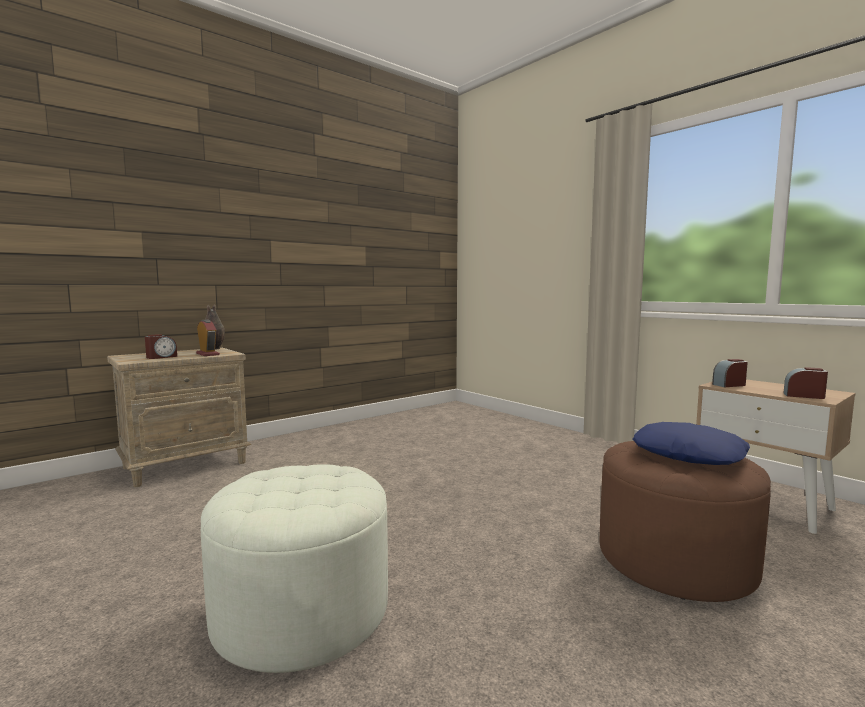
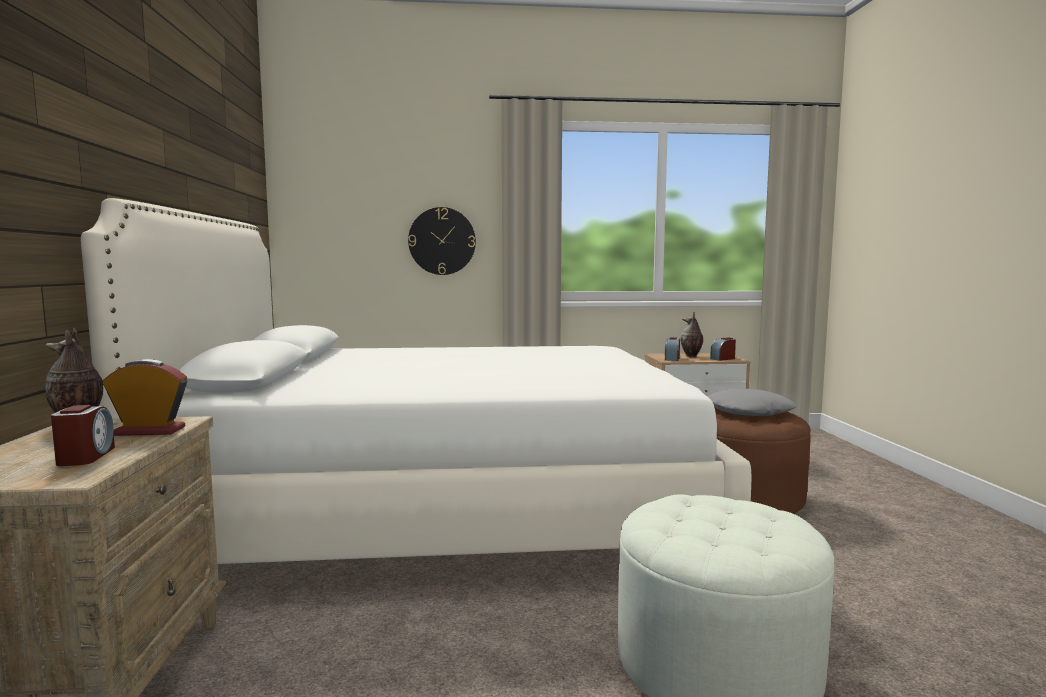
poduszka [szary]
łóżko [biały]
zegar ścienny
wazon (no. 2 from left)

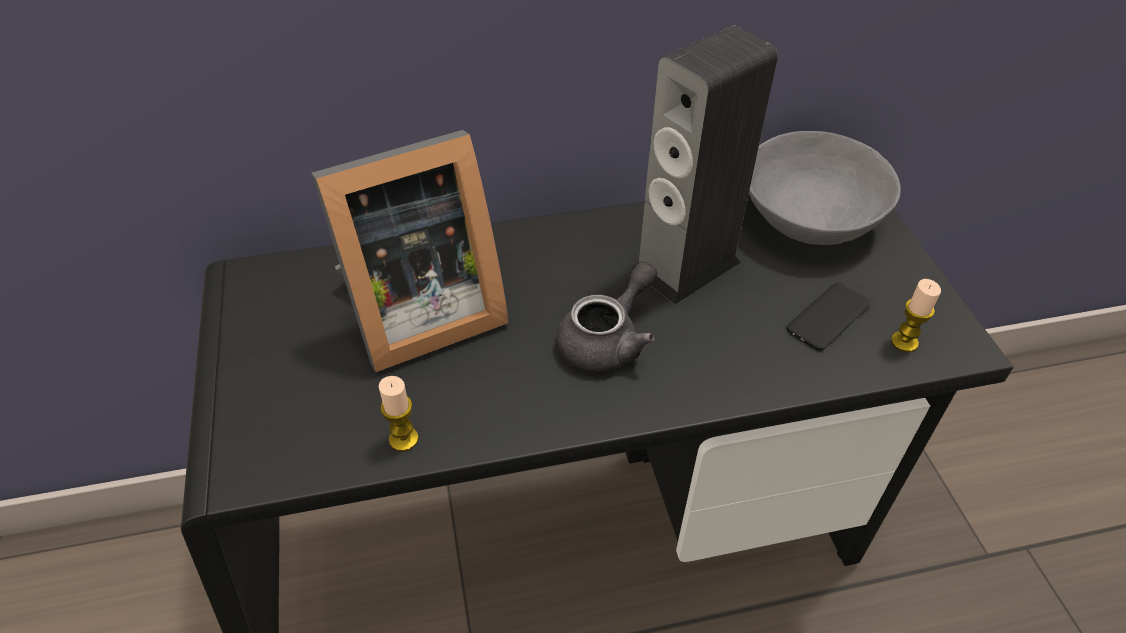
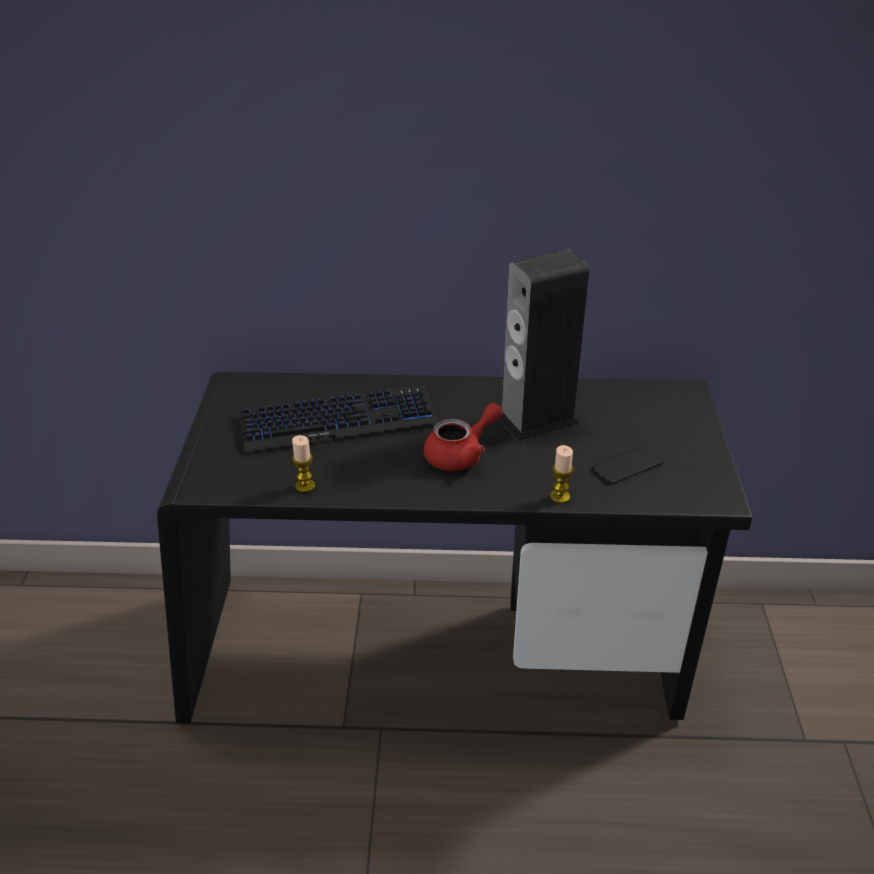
klawiatura
miska [szary]
imbryk [czerwony]
świeca (no. 2 from left)

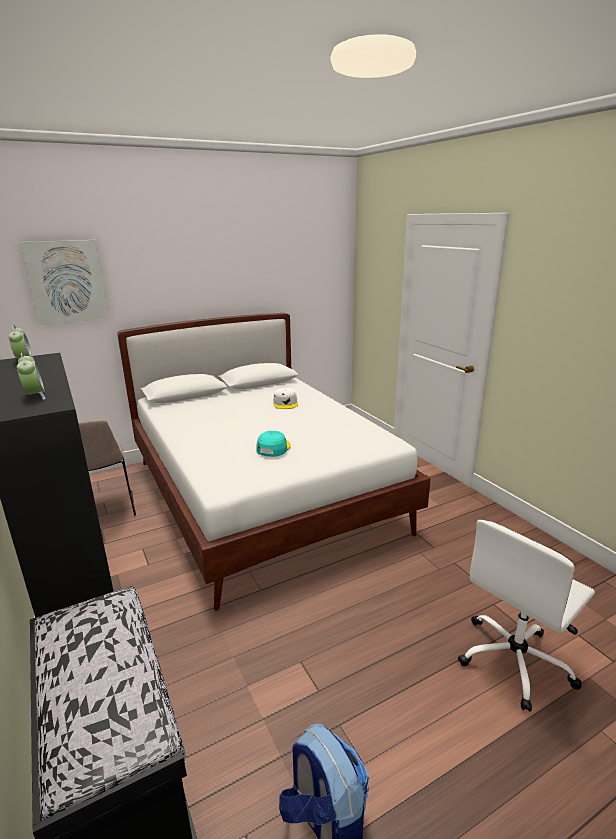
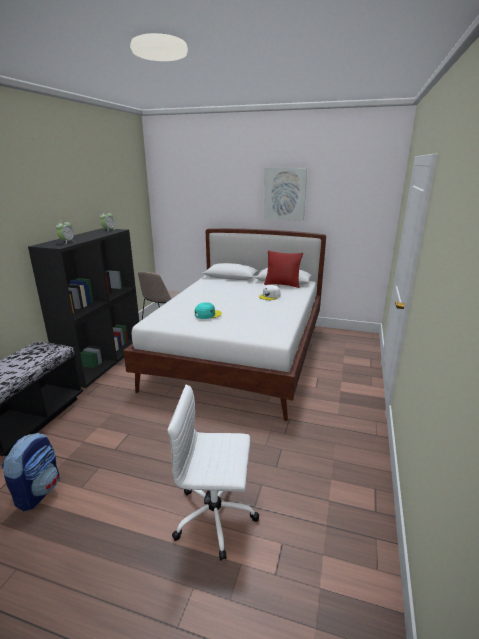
obraz
poduszka [czerwony]

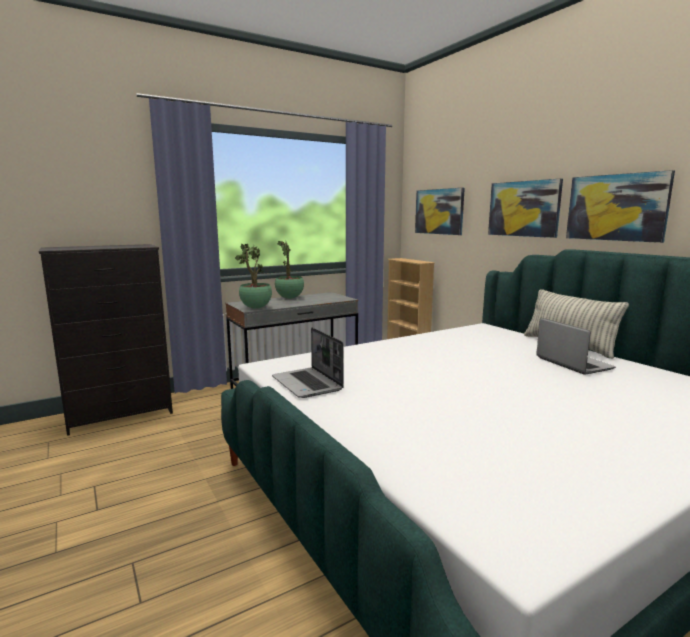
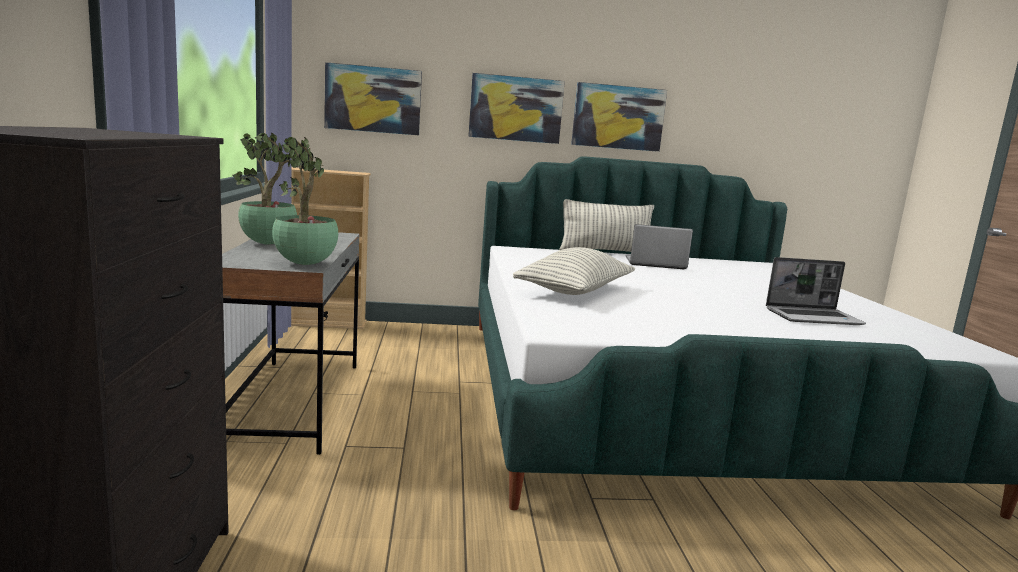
laptop (no. 2 from left)
poduszka (no. 1 from left)

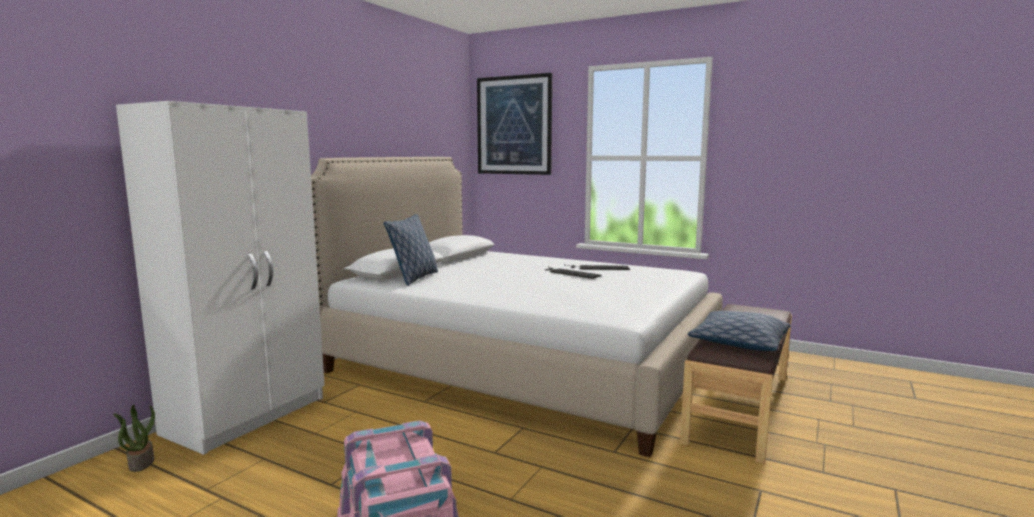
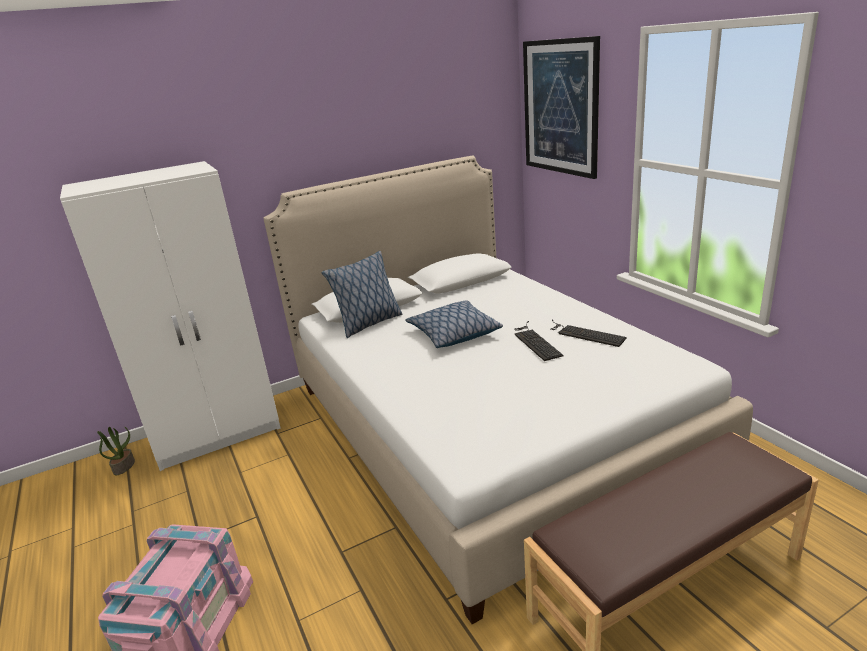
poduszka (no. 2 from left)

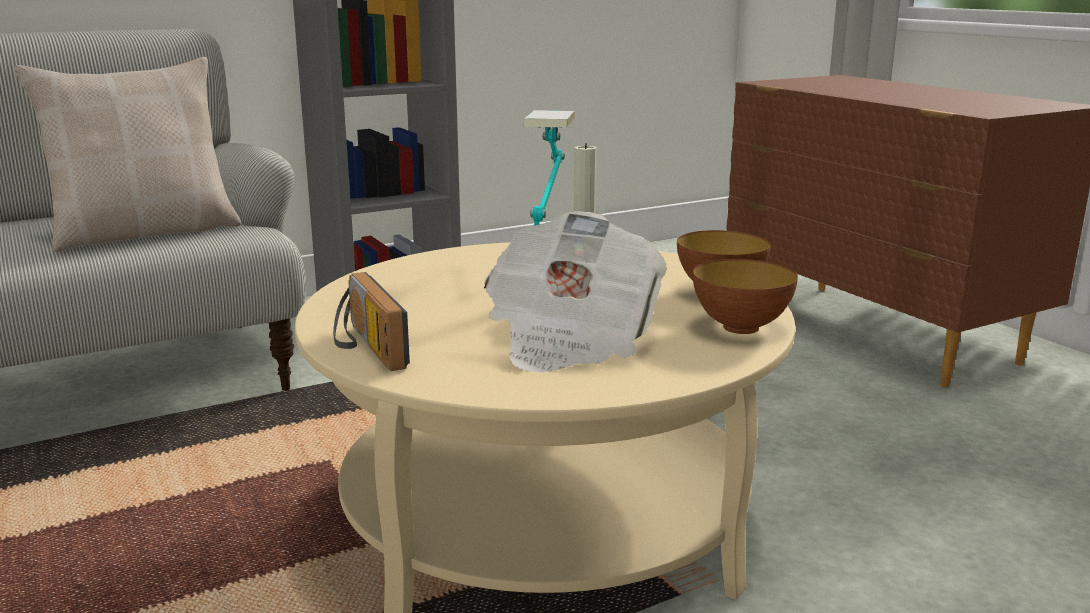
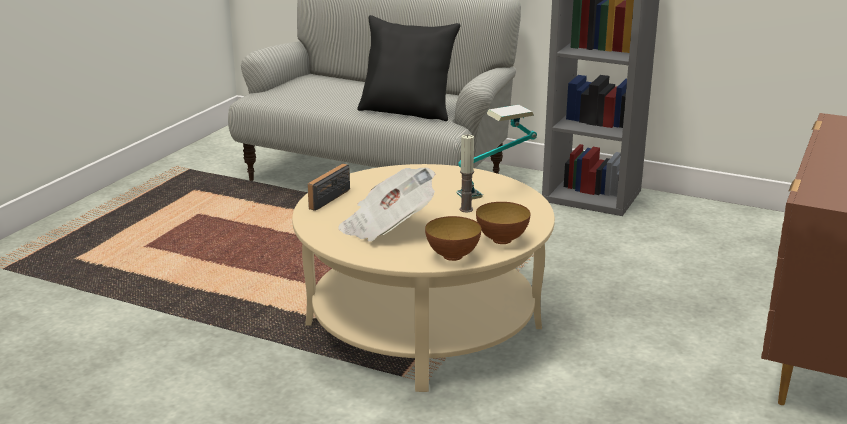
poduszka [czarny]

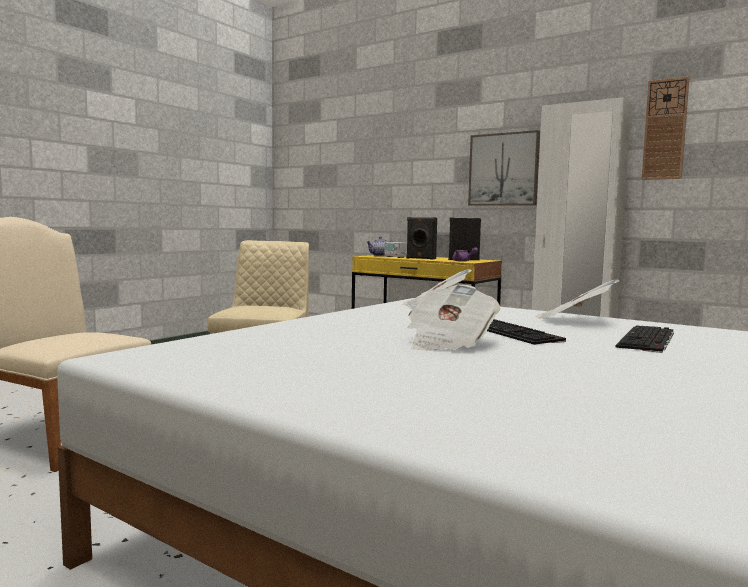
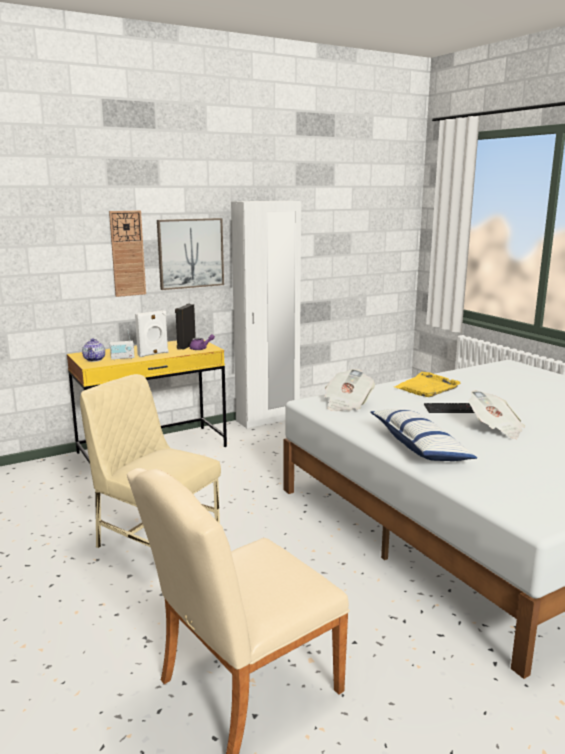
zegar ścienny
głośnik [biały]
taca [żółty]
klawiatura (no. 2 from left in the first image)
poduszka

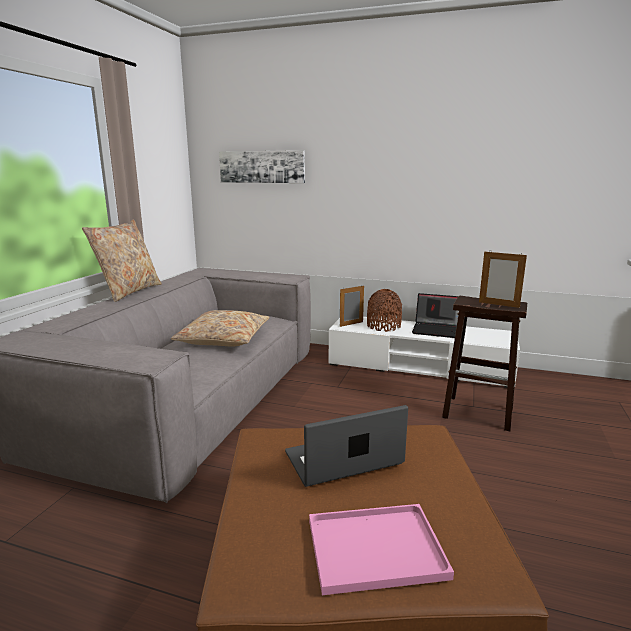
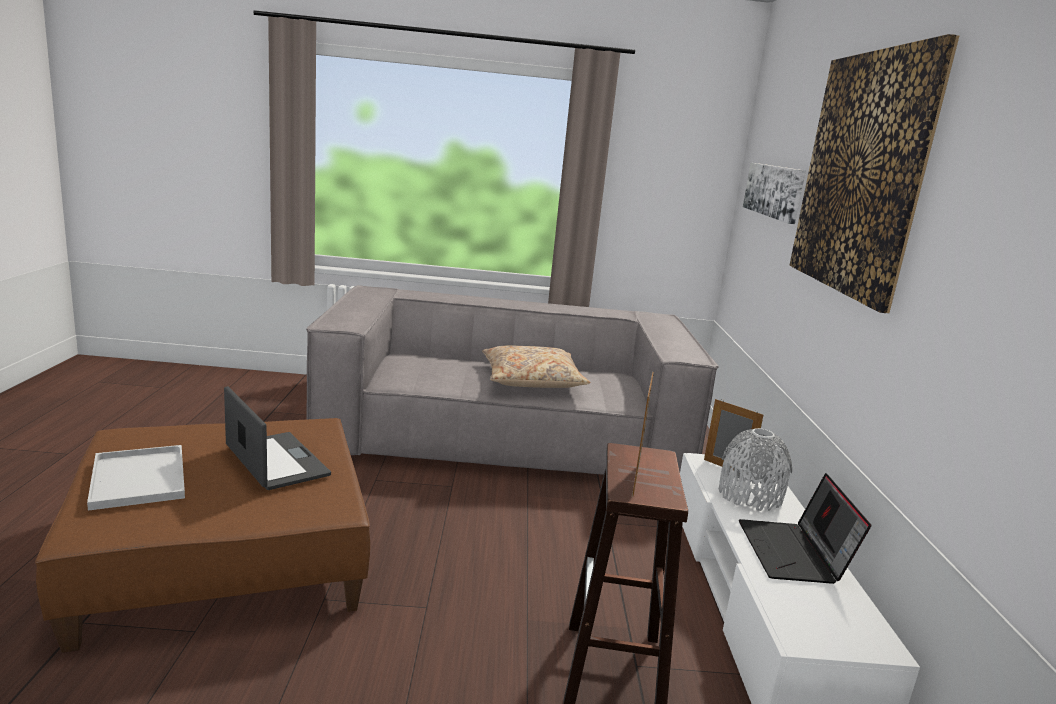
poduszka [beżowy] (no. 1 from left in the first image)
wazon [szary]
taca [biały]
obraz (no. 2 from left)

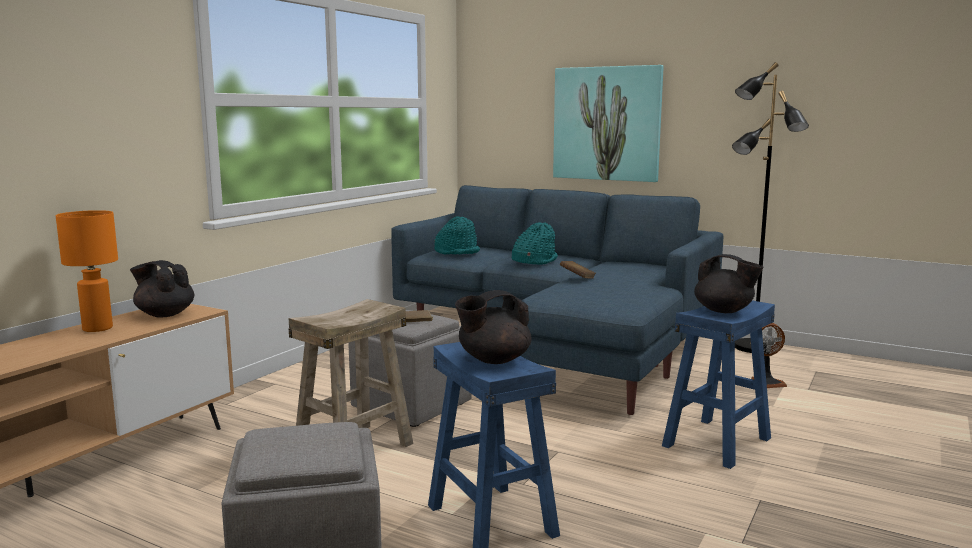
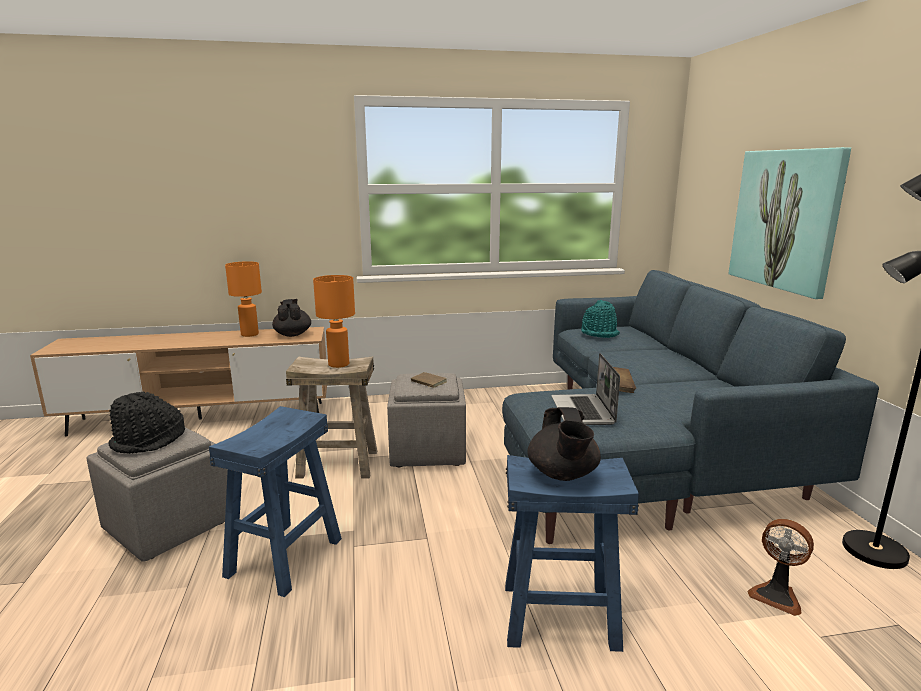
kapelusz [turkusowy] (no. 2 from left in the first image)
imbryk [czarny] (no. 2 from left in the first image)
lampa stołowa [pomarańczowy] (no. 2 from left)
laptop
kapelusz [czarny]

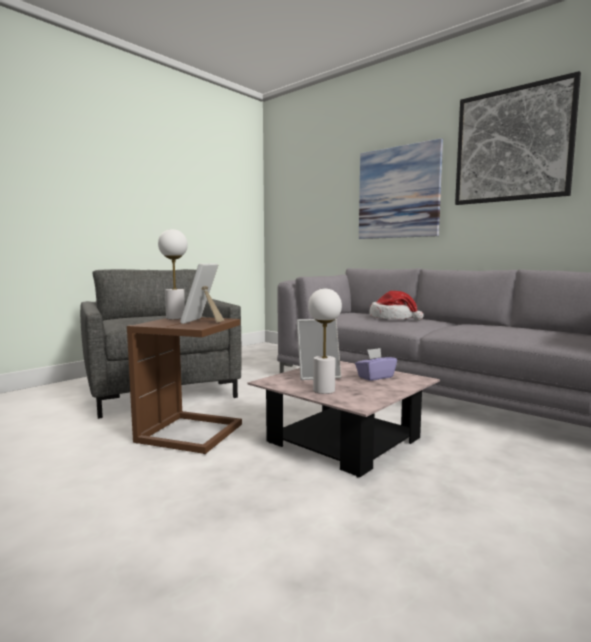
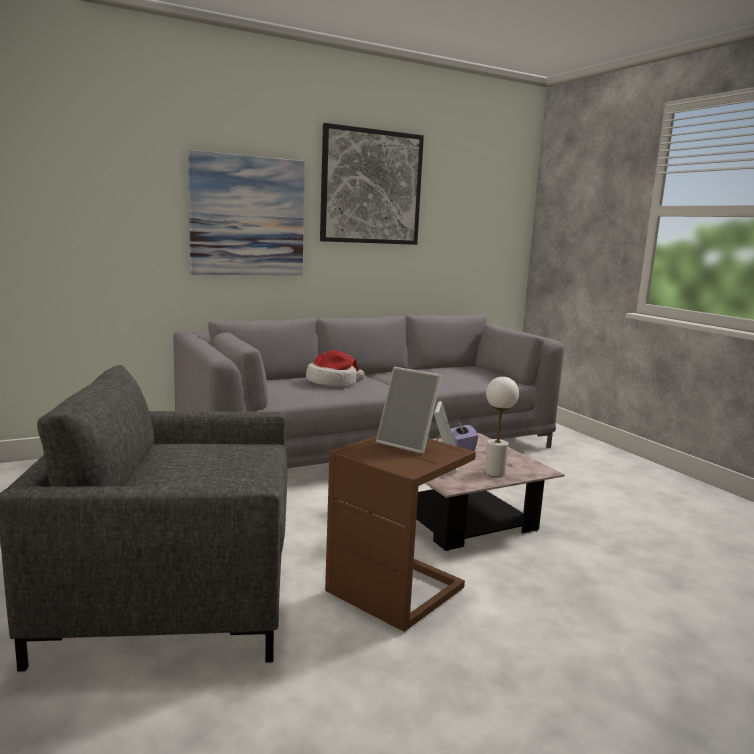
lampa stołowa [biały] (no. 1 from left in the first image)

